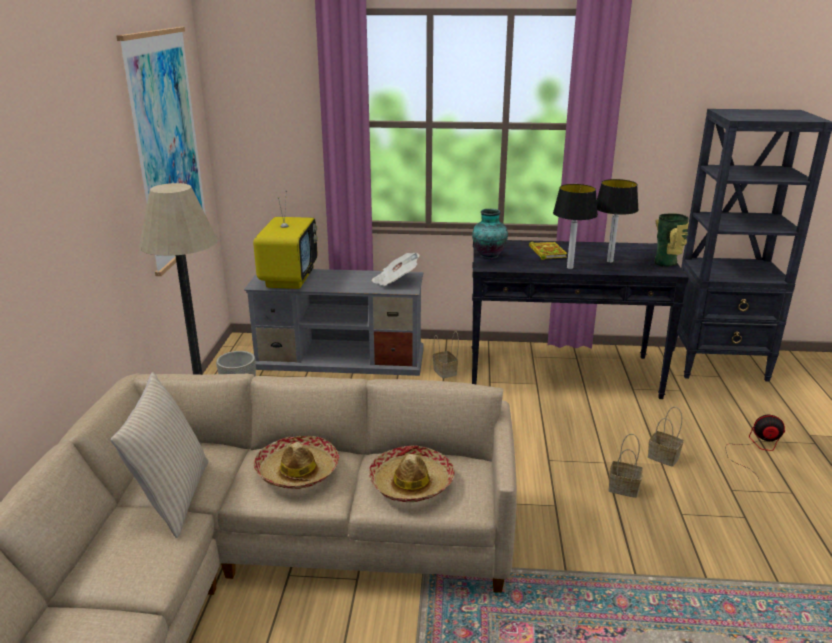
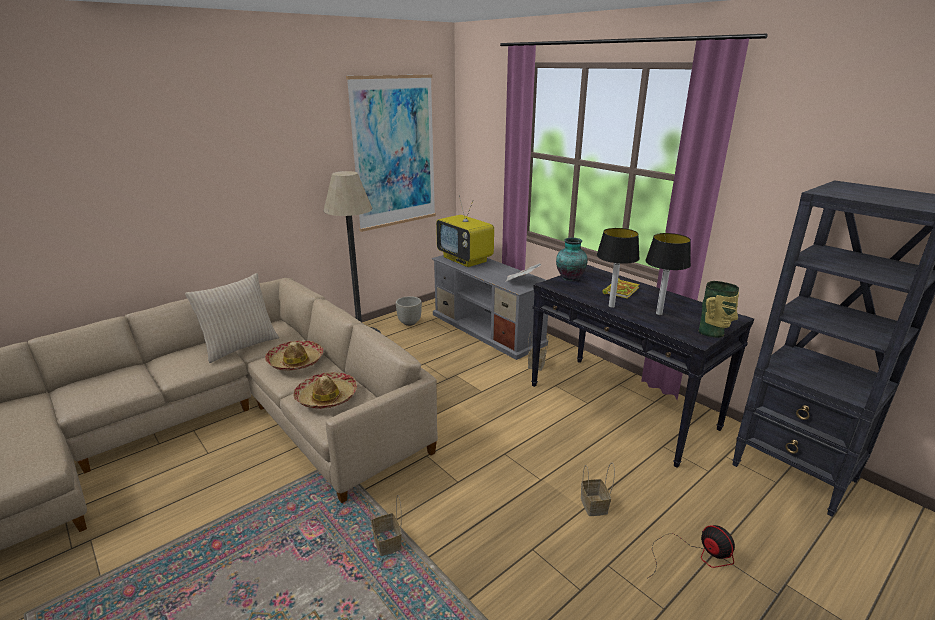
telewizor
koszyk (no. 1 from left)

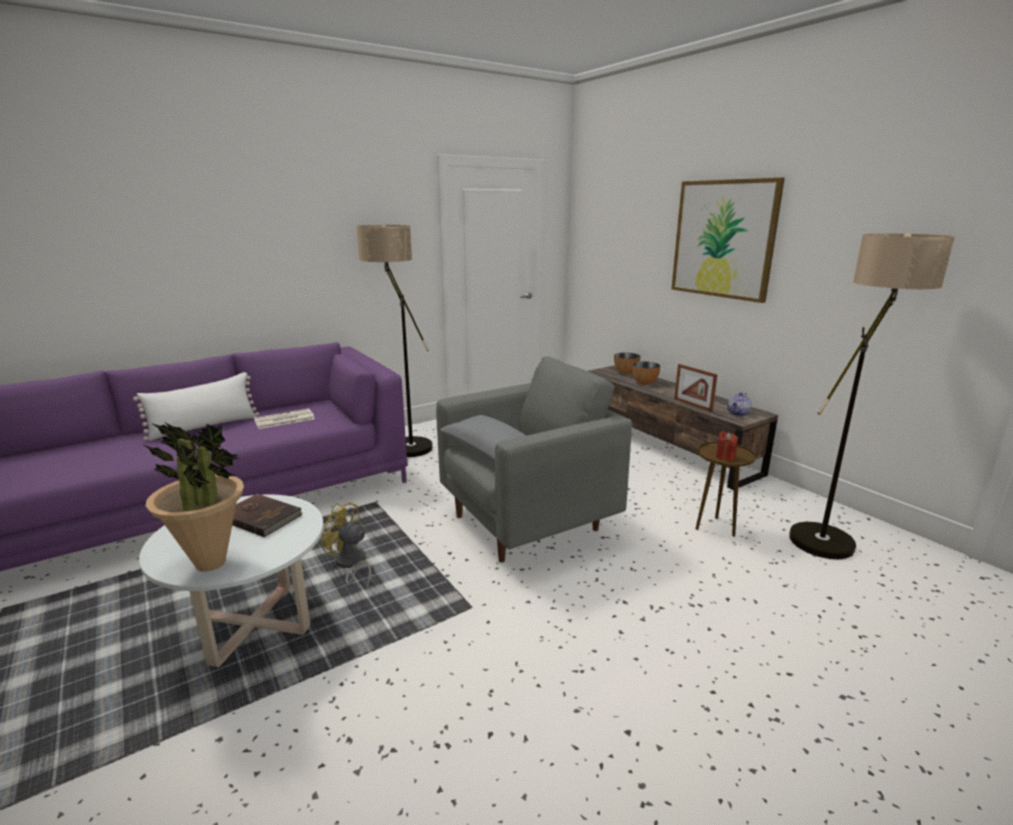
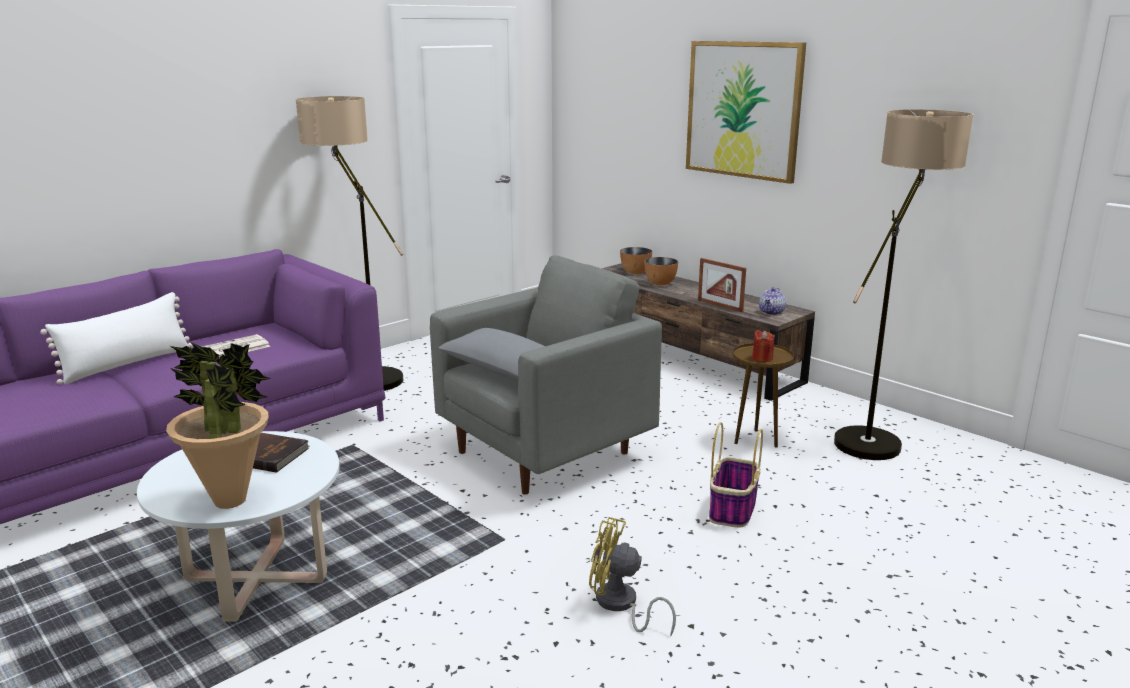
wentylator [żółty]
koszyk

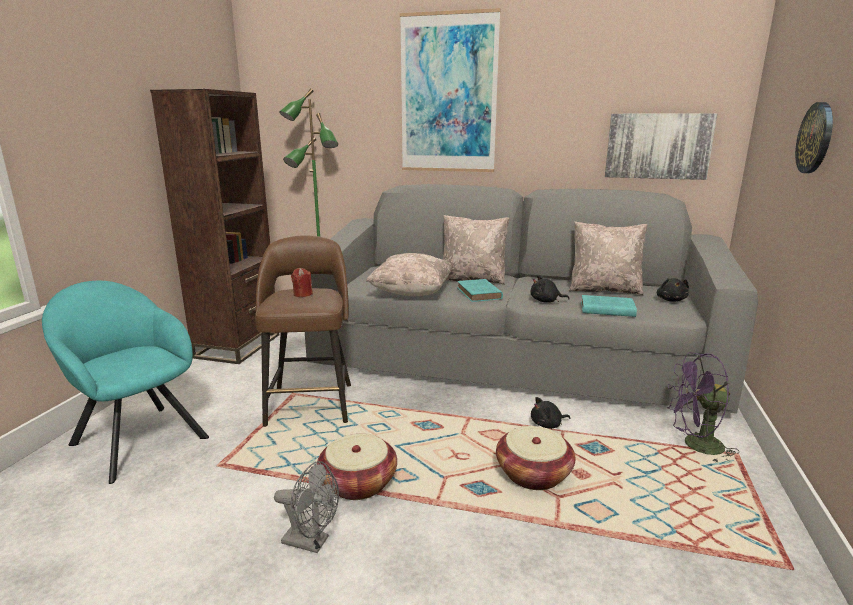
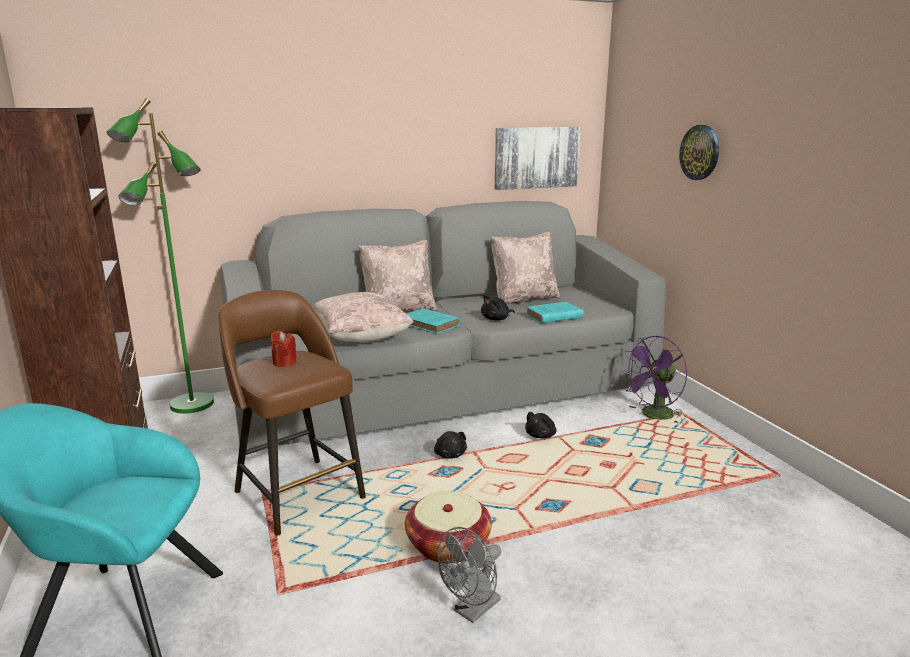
obraz (no. 1 from left in the first image)
pluszak [czarny] (no. 1 from left)
koszyk (no. 2 from left in the first image)
wentylator [szary]

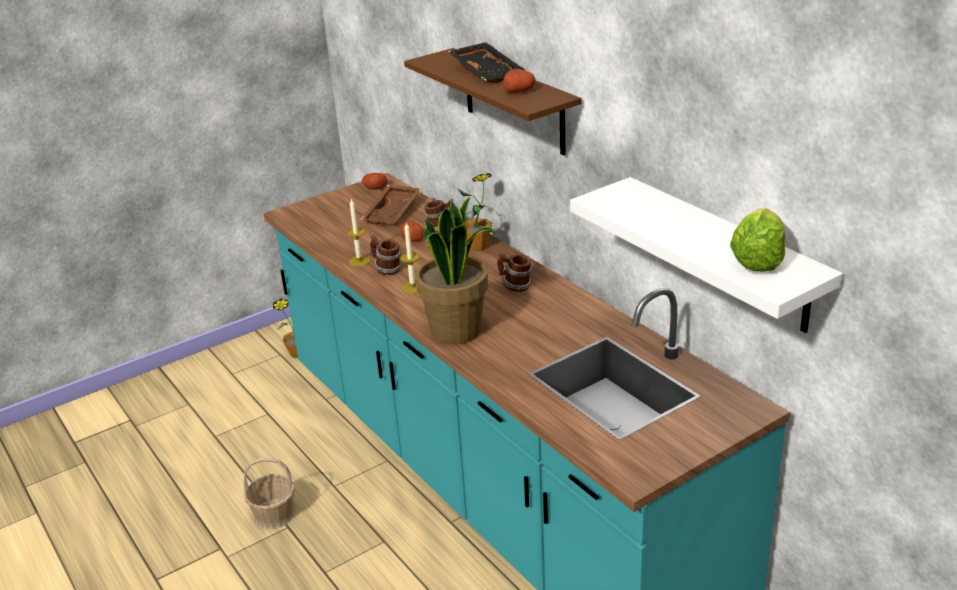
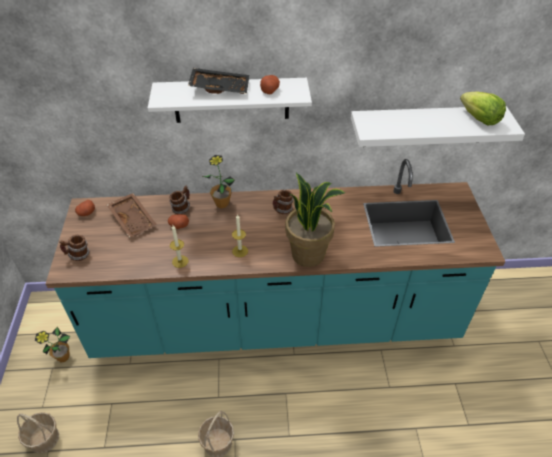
półka [biały] (no. 1 from left)
kubek (no. 1 from left)
koszyk (no. 1 from left)

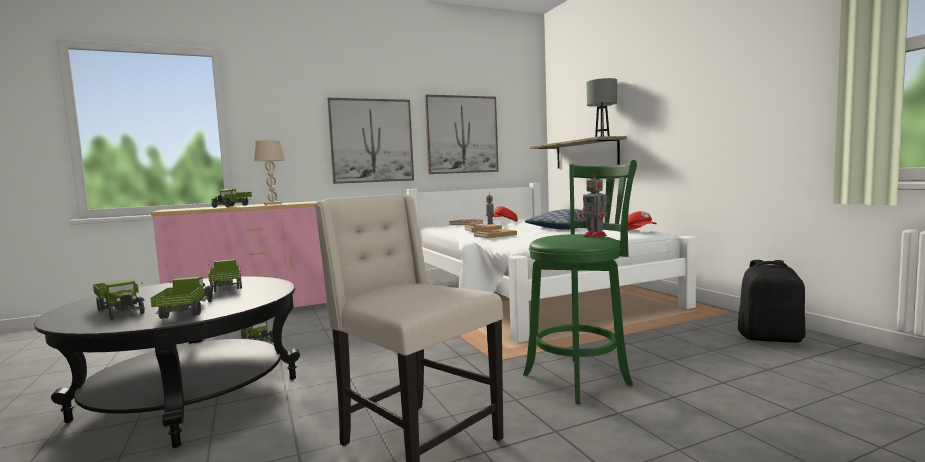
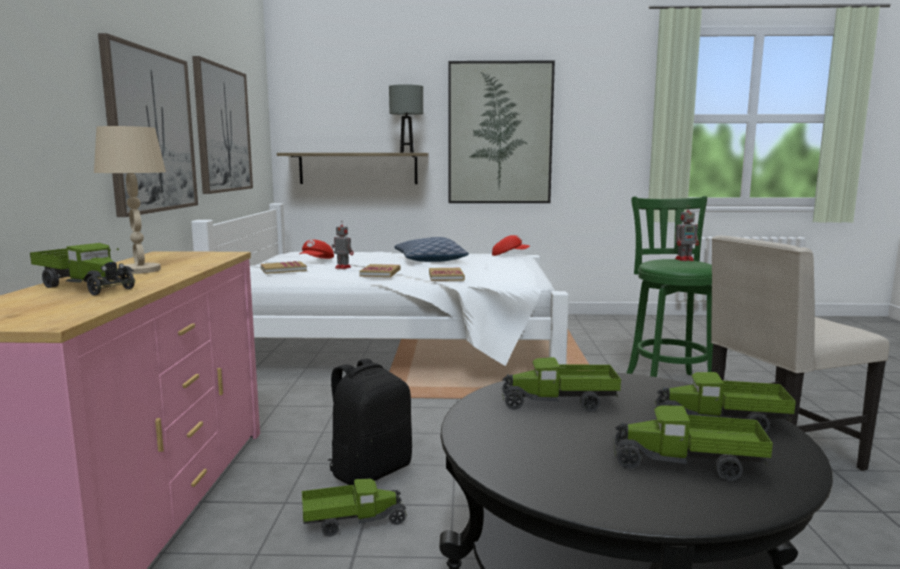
plecak [czarny]
ciężarówka zabawkowa (no. 4 from left)
obraz (no. 3 from left)

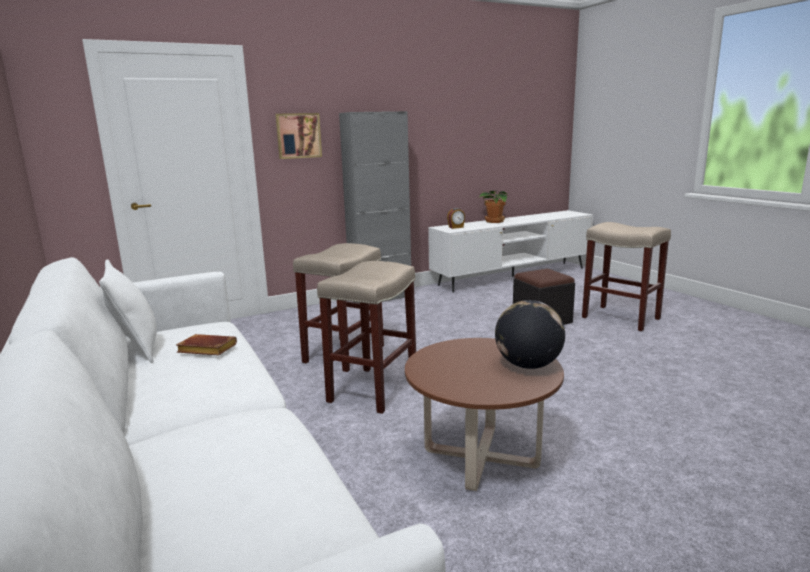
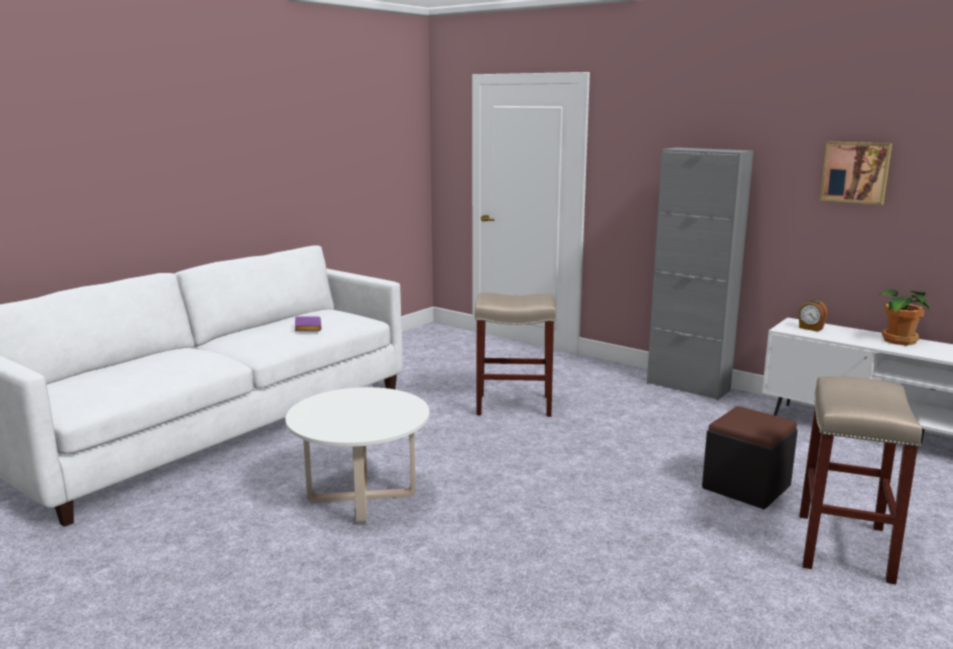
obraz
poduszka [biały]
stołek [beżowy] (no. 2 from left in the first image)
globus
książka [fioletowy]
ława [biały]

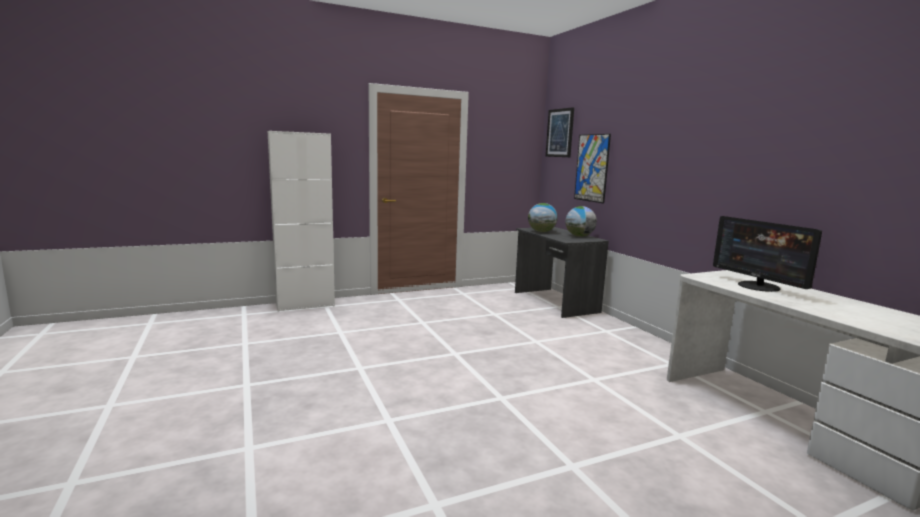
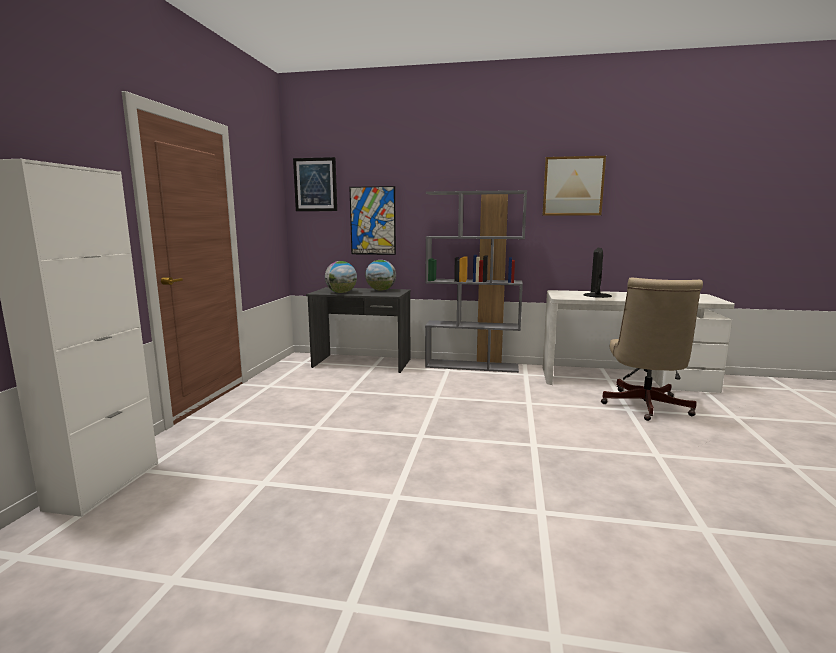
monitor
obraz (no. 3 from left)
regał [szary]
krzesło biurowe [beżowy]

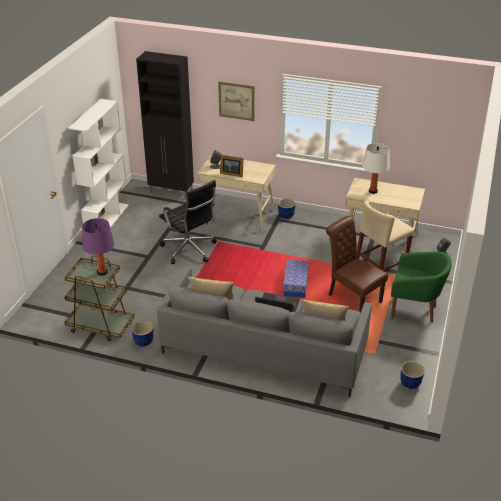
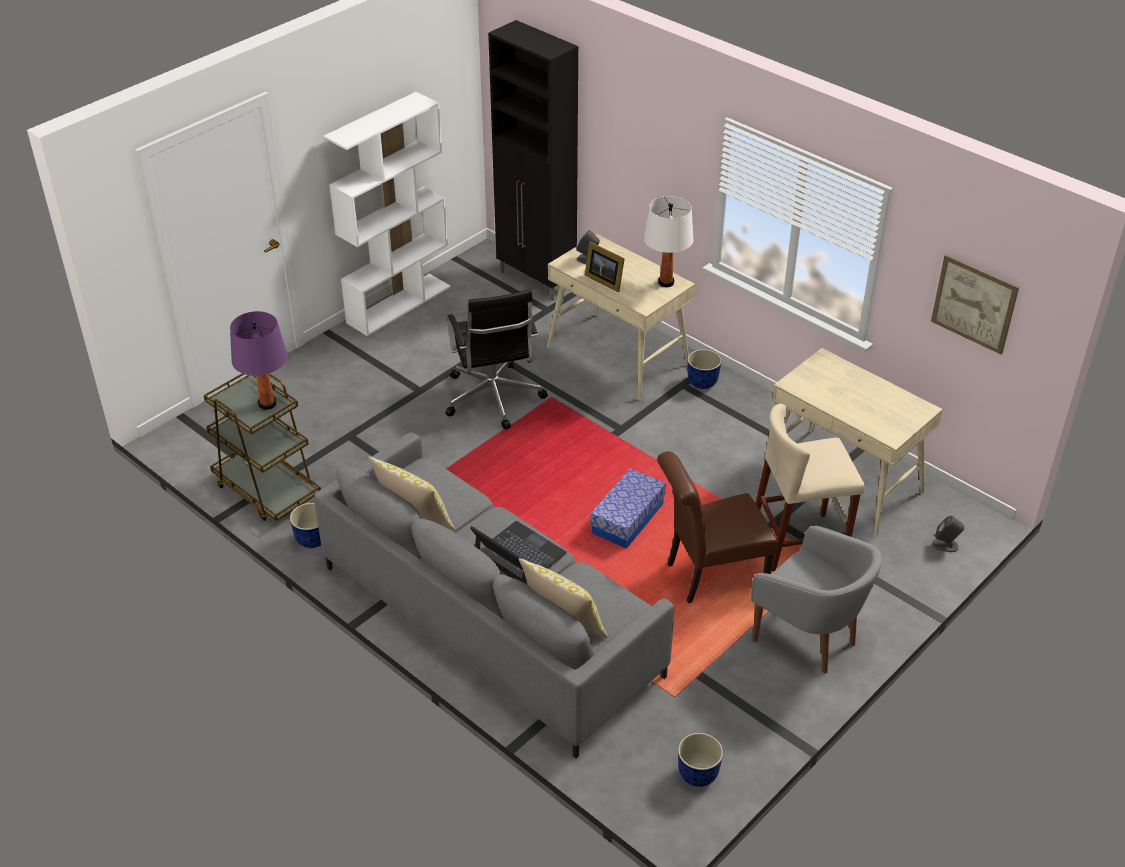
obraz
lampa stołowa [biały]
krzesło [brązowy]
fotel [szary]

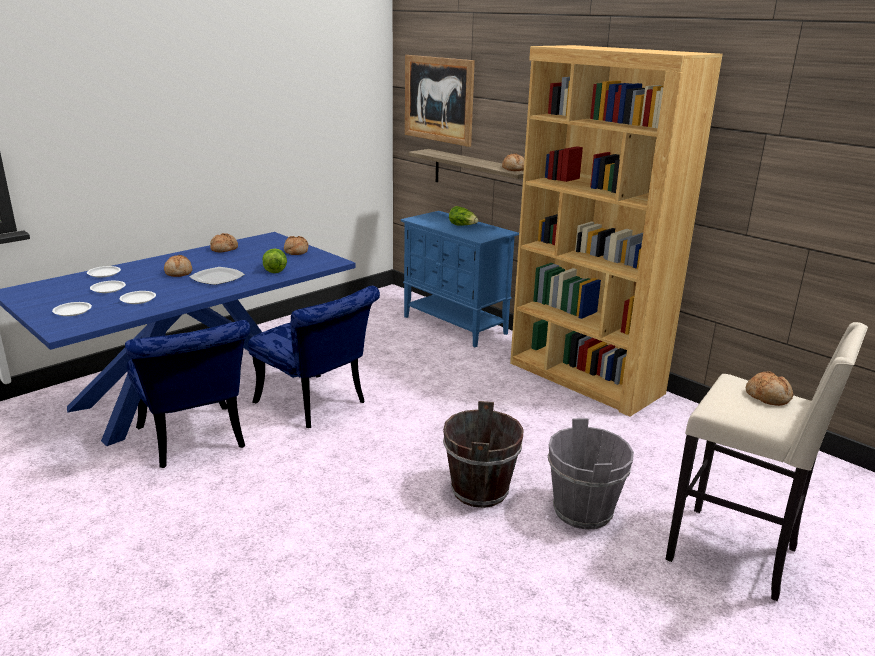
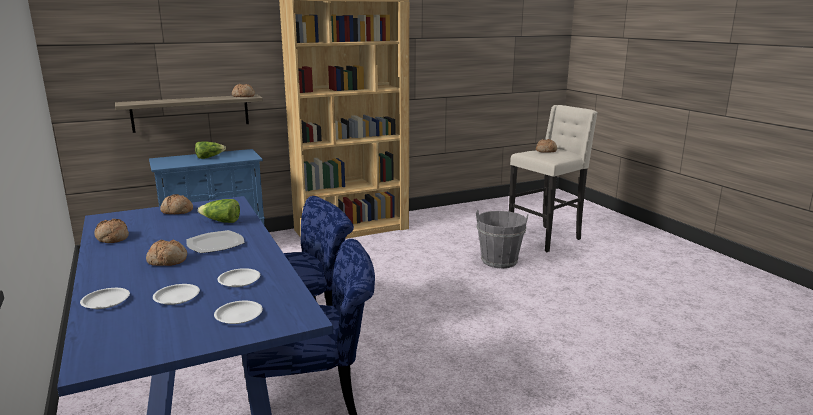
obraz
wiadro [brązowy]

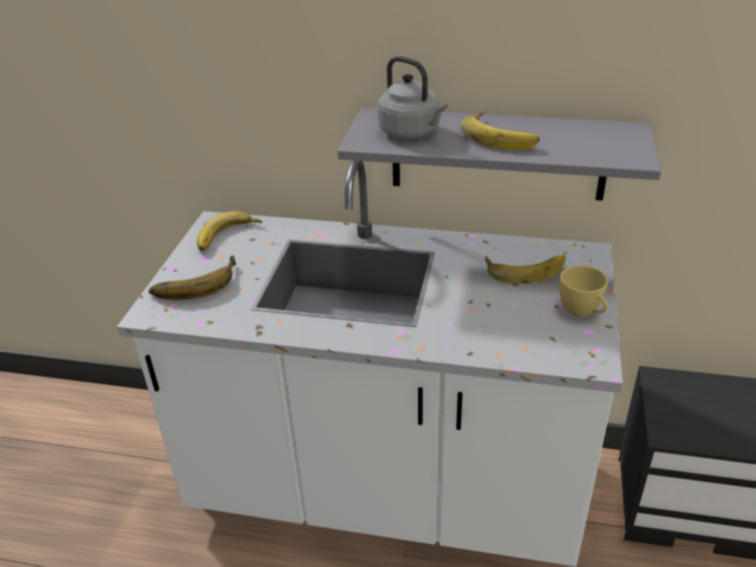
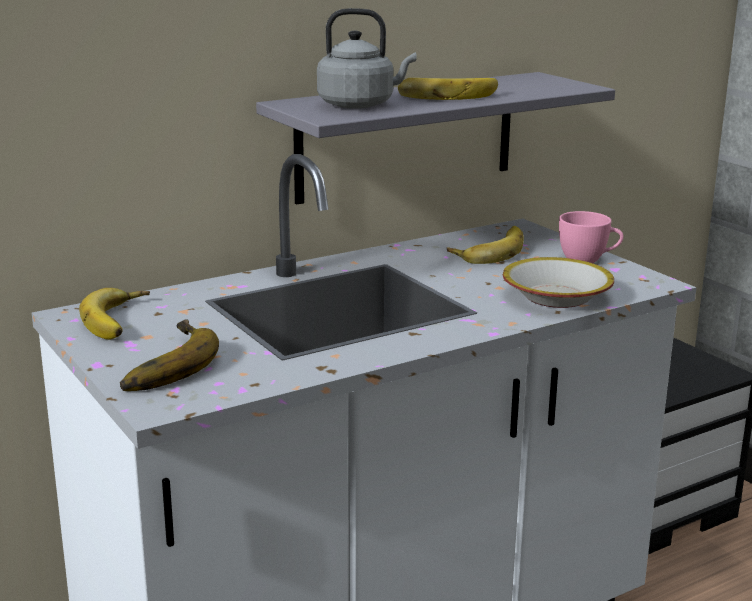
filiżanka [różowy]
miska

